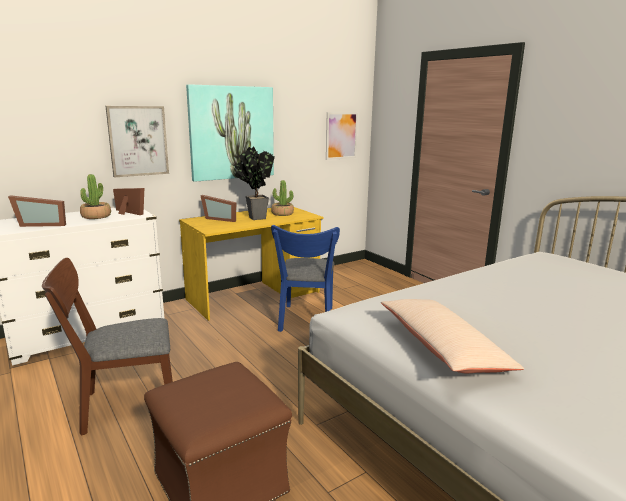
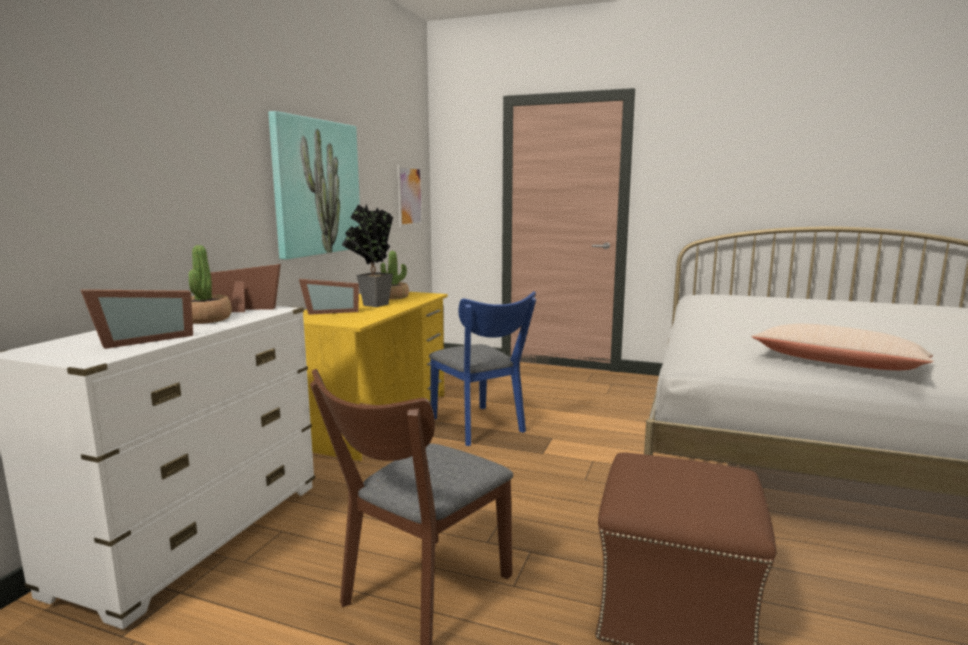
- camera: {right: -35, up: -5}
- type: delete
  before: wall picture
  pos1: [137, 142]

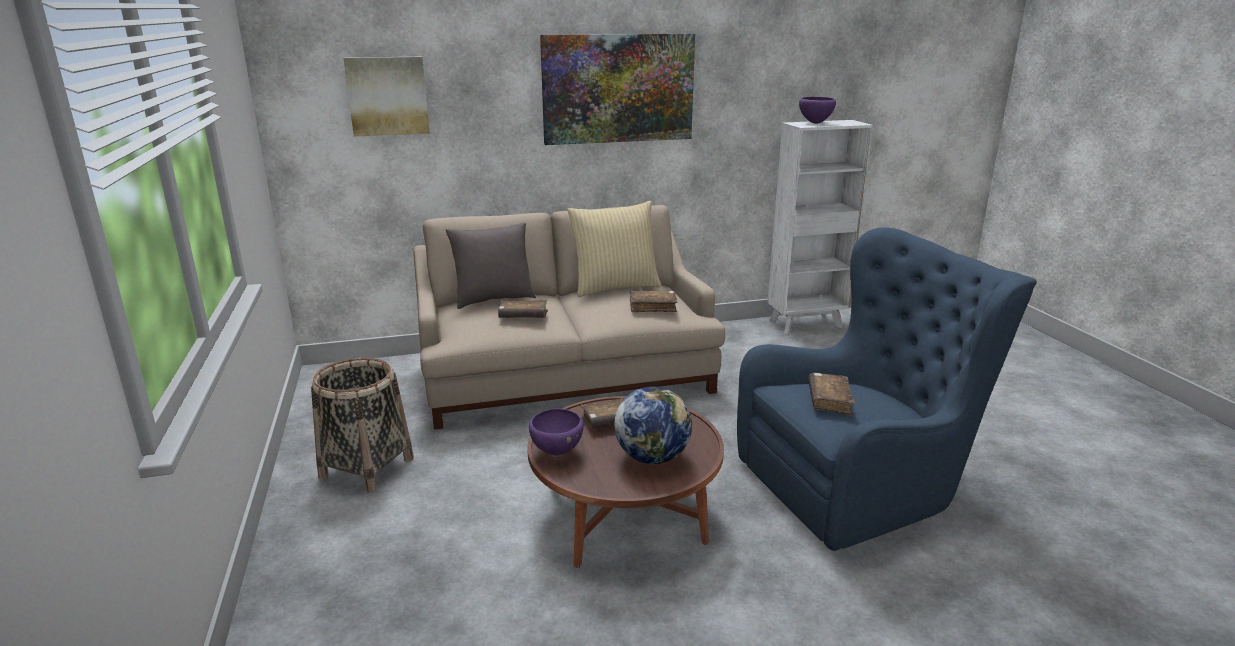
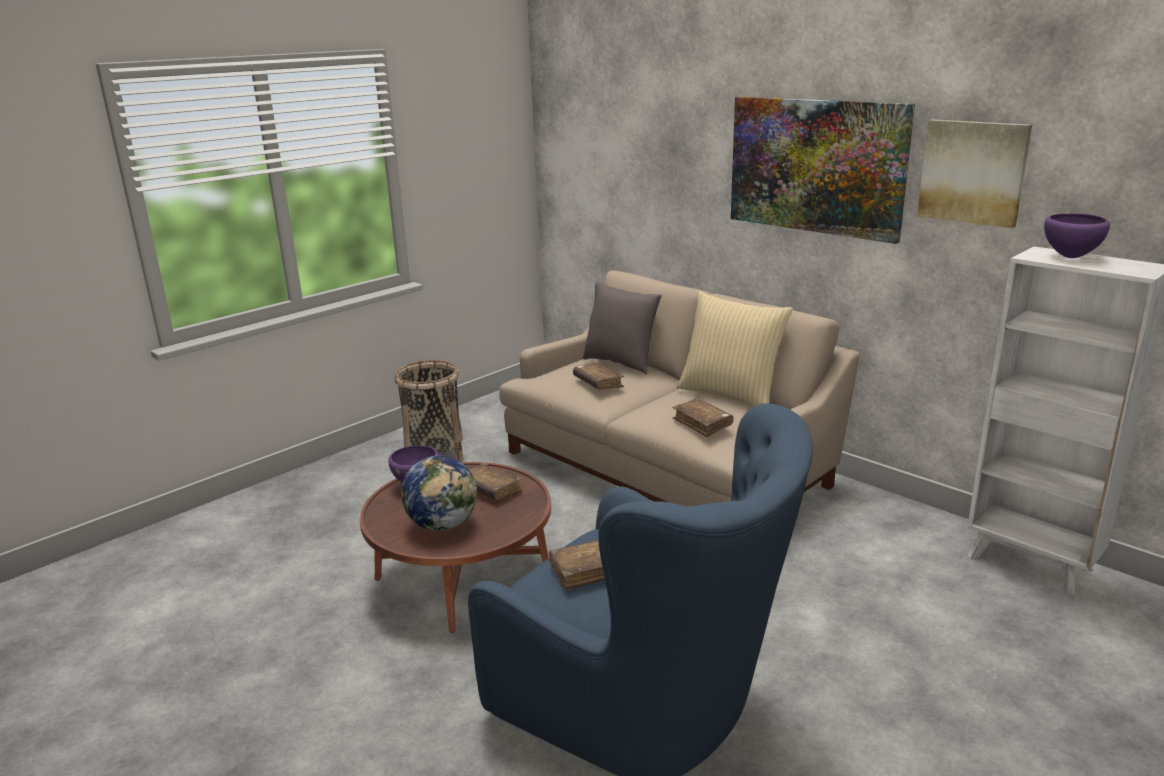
- camera: {right: 60, up: 0}
- type: move
  before: wall picture
  pos1: [387, 96]
  pos2: [974, 174]

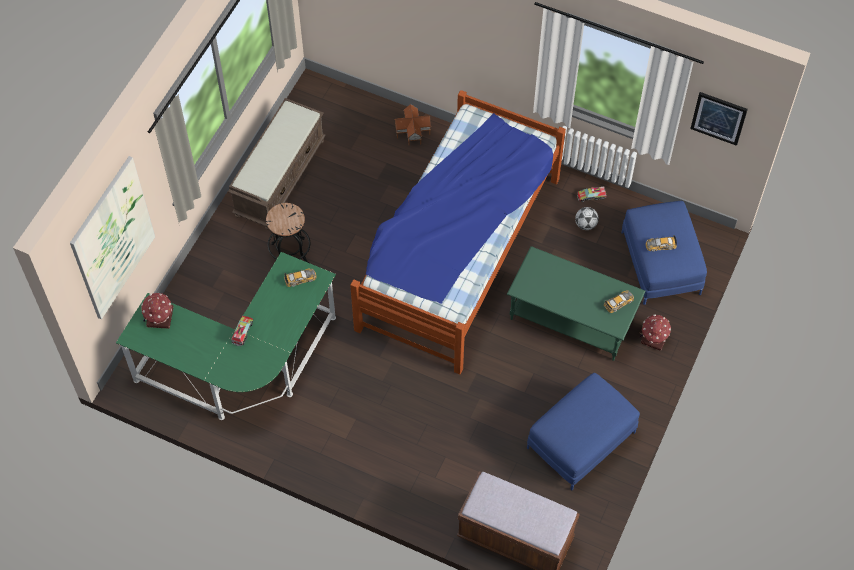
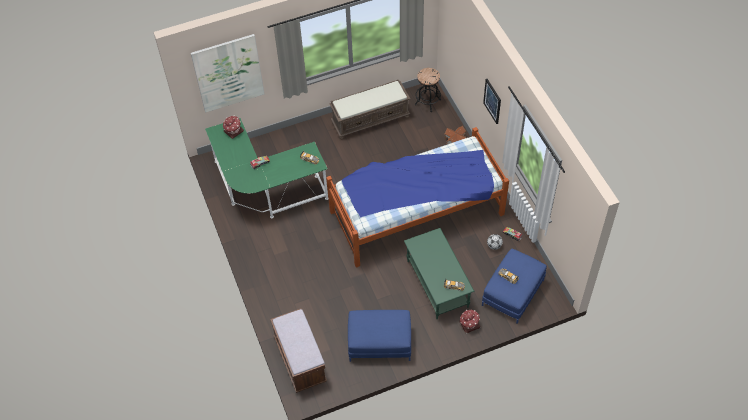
- camera: {right: 45, up: -5}
- type: move
  before: black sitting stool
  pos1: [288, 233]
  pos2: [428, 90]
- type: move
  before: wall picture
  pos1: [719, 119]
  pos2: [492, 101]

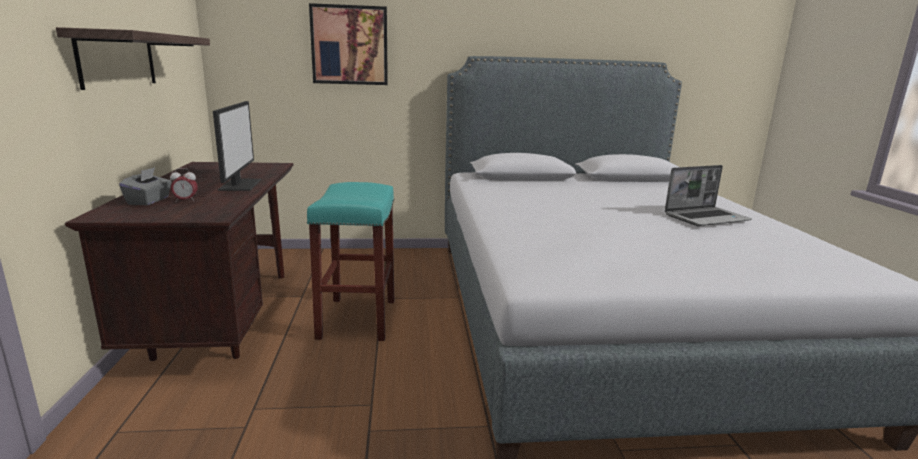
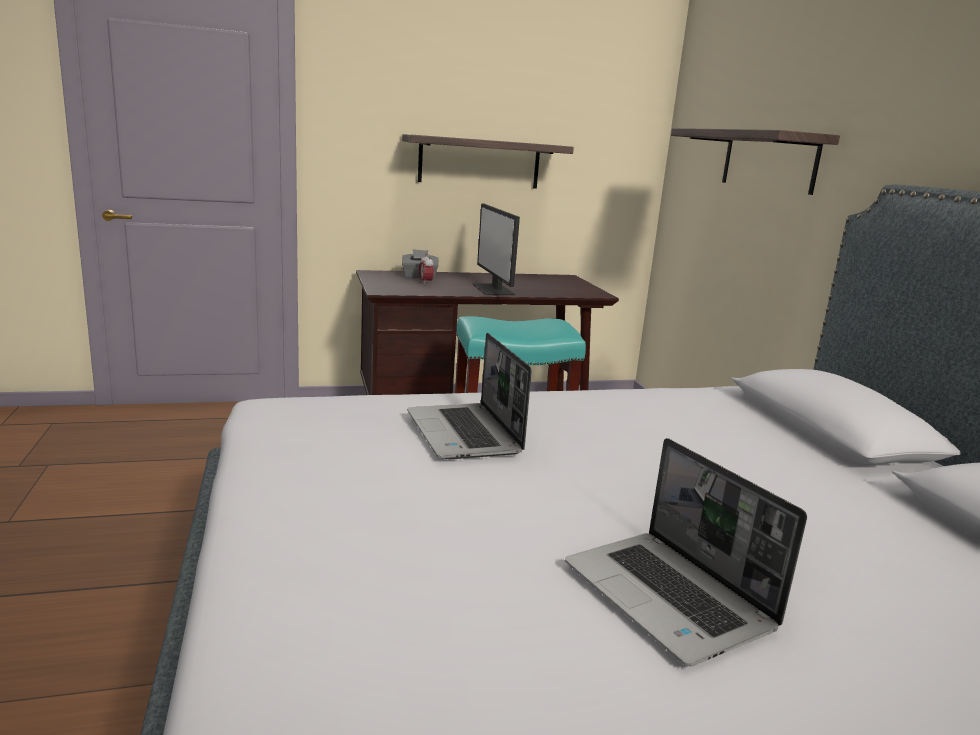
- camera: {right: 80, up: 0}
- type: insert
  after: notebook computer
  pos2: [469, 396]
- type: replace
  before: wall picture
  after: wall shelf
  pos1: [348, 44]
  pos2: [755, 161]
- type: rotate
  before: computer screen
  pos1: [237, 146]
  pos2: [496, 249]
  turn: 90

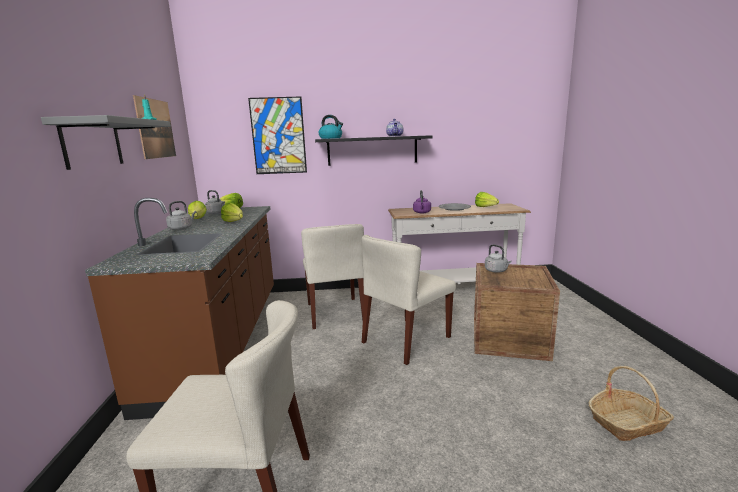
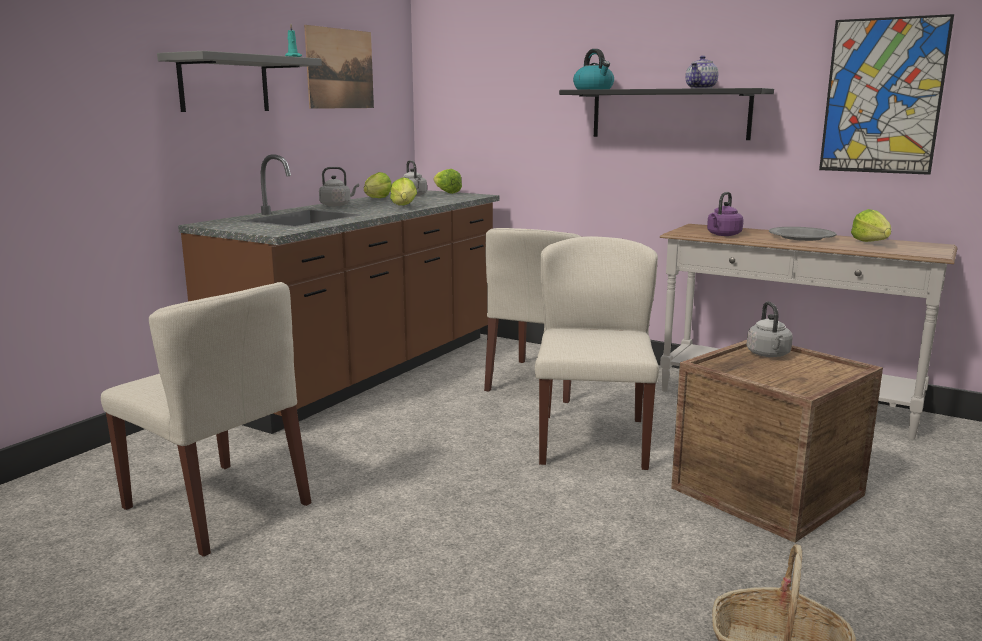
- camera: {right: 35, up: 0}
- type: move
  before: wall picture
  pos1: [277, 135]
  pos2: [886, 94]
- type: rotate
  before: beige-coloured plain chair
  pos1: [409, 300]
  pos2: [597, 353]
  turn: 105

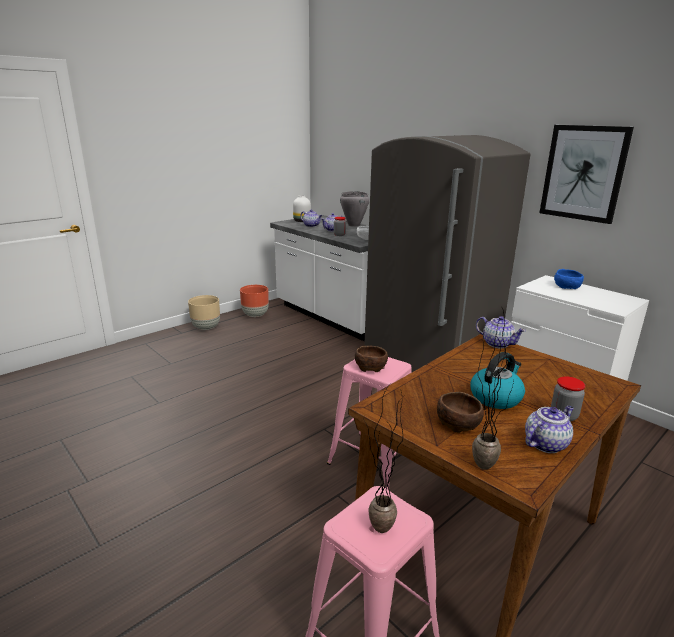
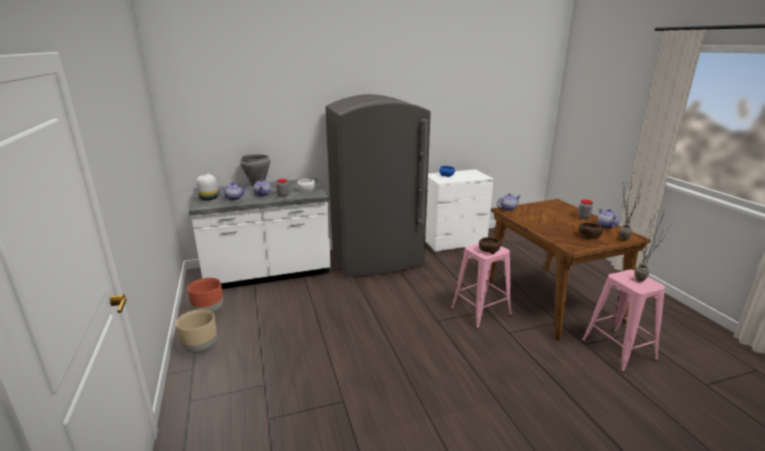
- camera: {right: -65, up: 0}
- type: delete
  before: kettle
  pos1: [497, 380]
- type: delete
  before: wall picture
  pos1: [586, 174]

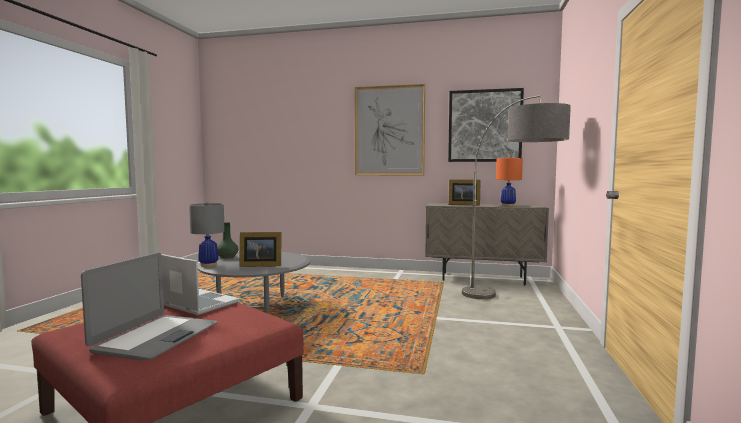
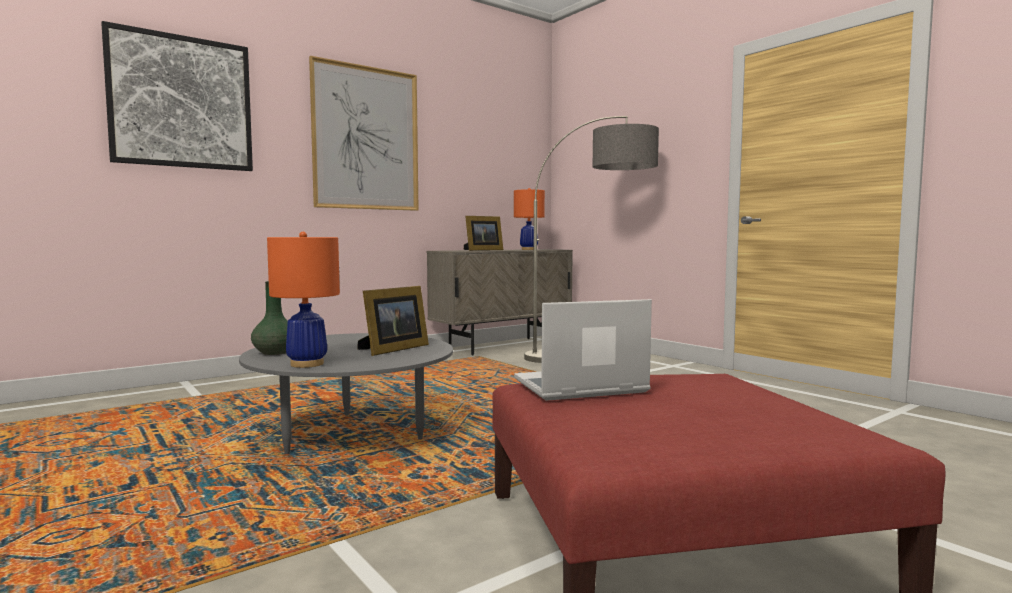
- camera: {right: -50, up: 0}
- type: delete
  before: notebook computer
  pos1: [149, 306]
- type: move
  before: wall picture
  pos1: [486, 125]
  pos2: [177, 96]
- type: recolor
  before: gray lamp for a table
  after: orangey lamp for a table
  pos1: [207, 234]
  pos2: [303, 300]

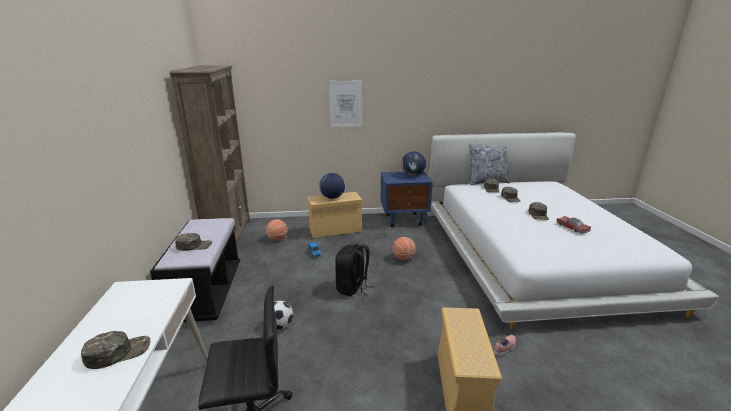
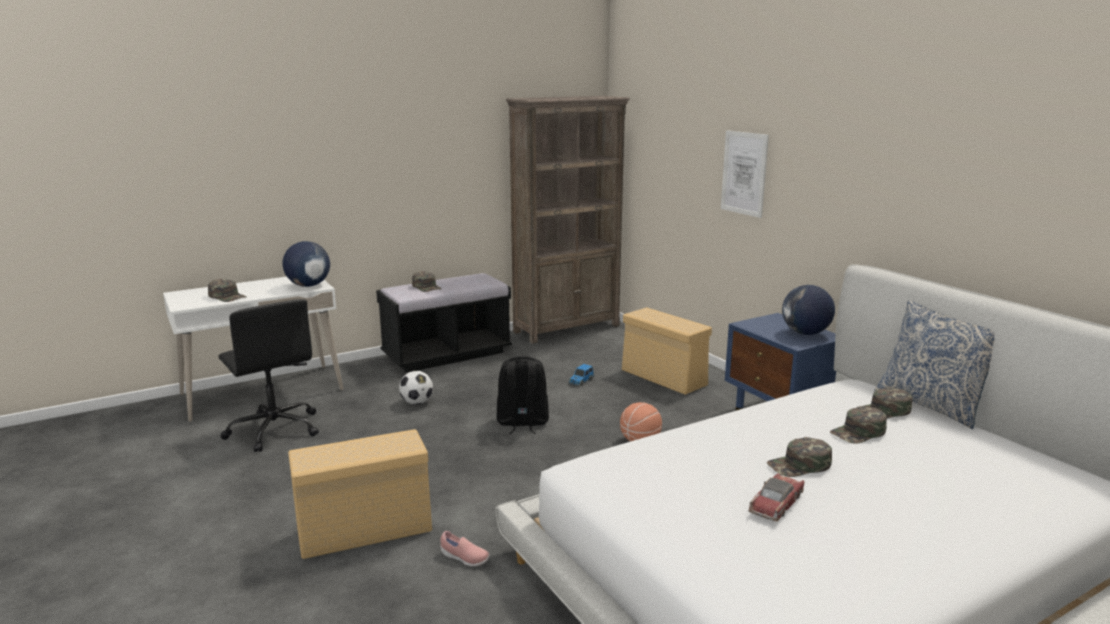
- camera: {right: 65, up: -5}
- type: delete
  before: basketball
  pos1: [277, 230]
- type: move
  before: globe
  pos1: [332, 186]
  pos2: [306, 264]

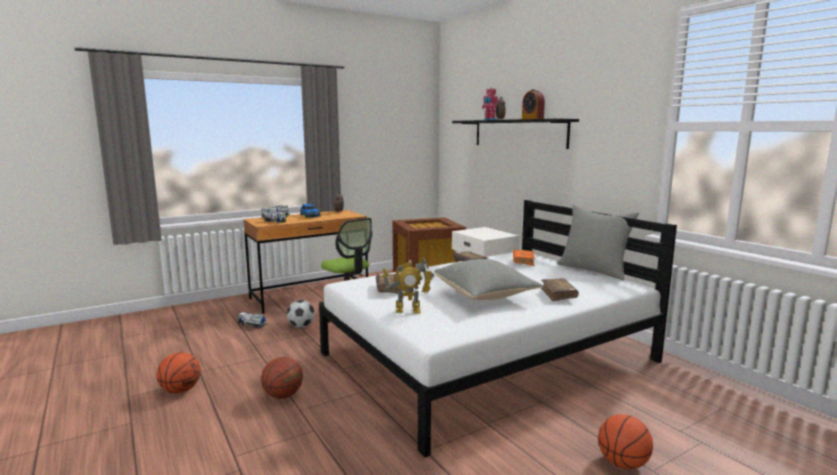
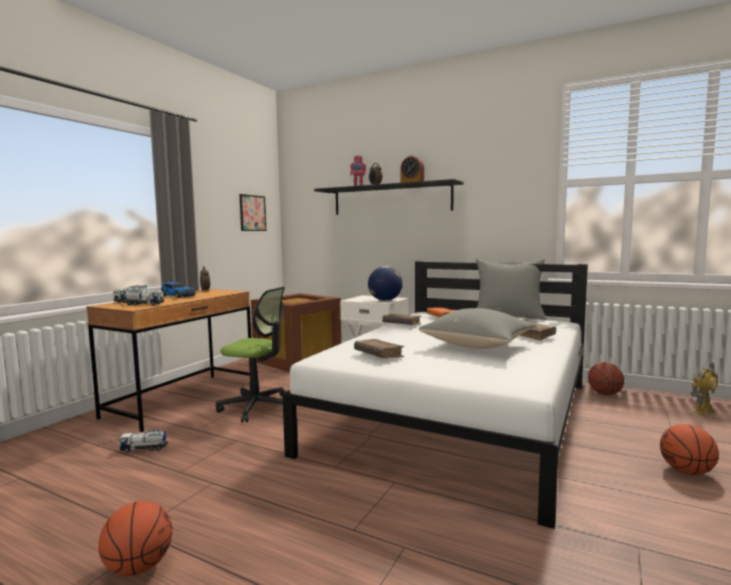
- camera: {right: -30, up: -5}
- type: delete
  before: football ball
  pos1: [301, 314]
- type: insert
  after: wall picture
  pos2: [252, 212]
- type: insert
  after: globe
  pos2: [385, 283]
- type: move
  before: basketball
  pos1: [282, 378]
  pos2: [606, 378]
- type: move
  before: robot figure
  pos1: [408, 286]
  pos2: [704, 388]

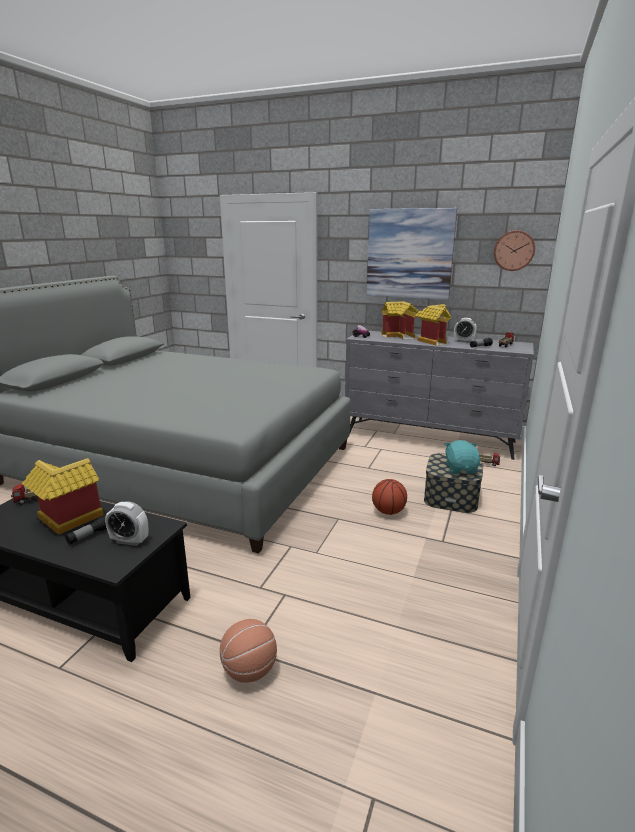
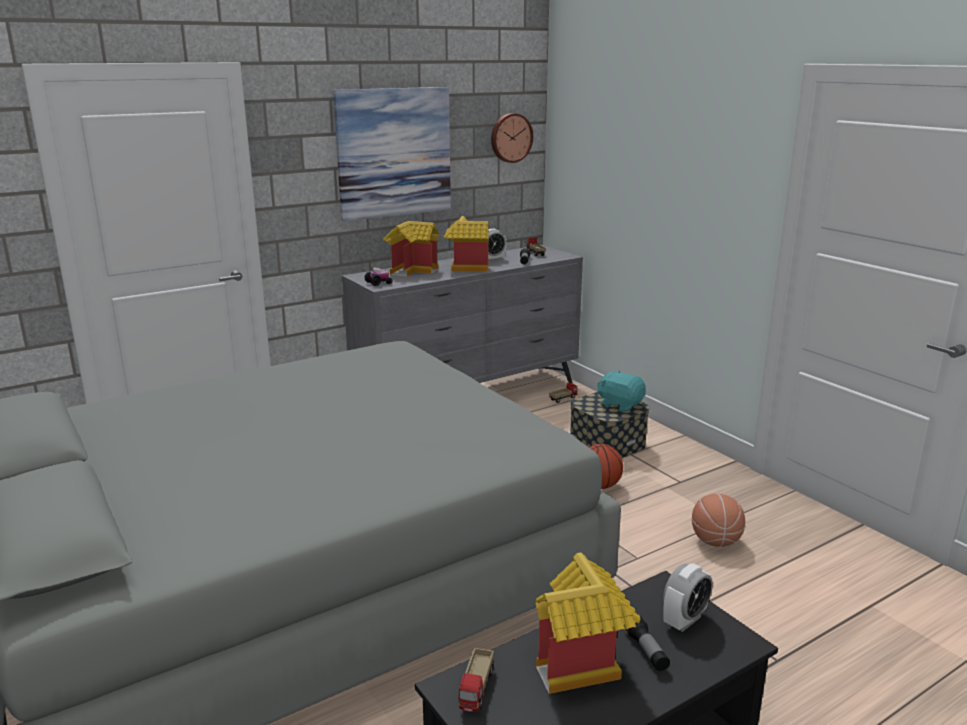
- camera: {right: -55, up: 0}
- type: move
  before: basketball
  pos1: [248, 651]
  pos2: [718, 520]

